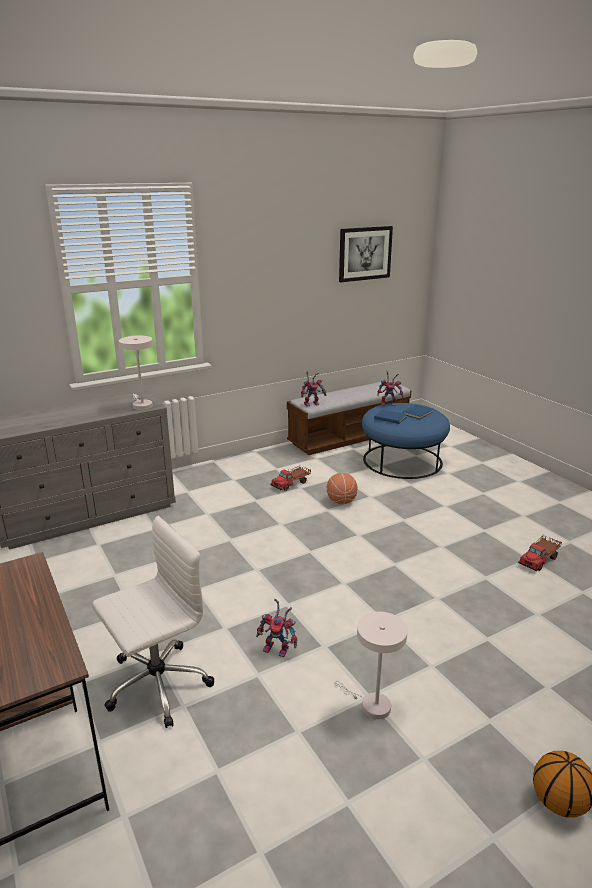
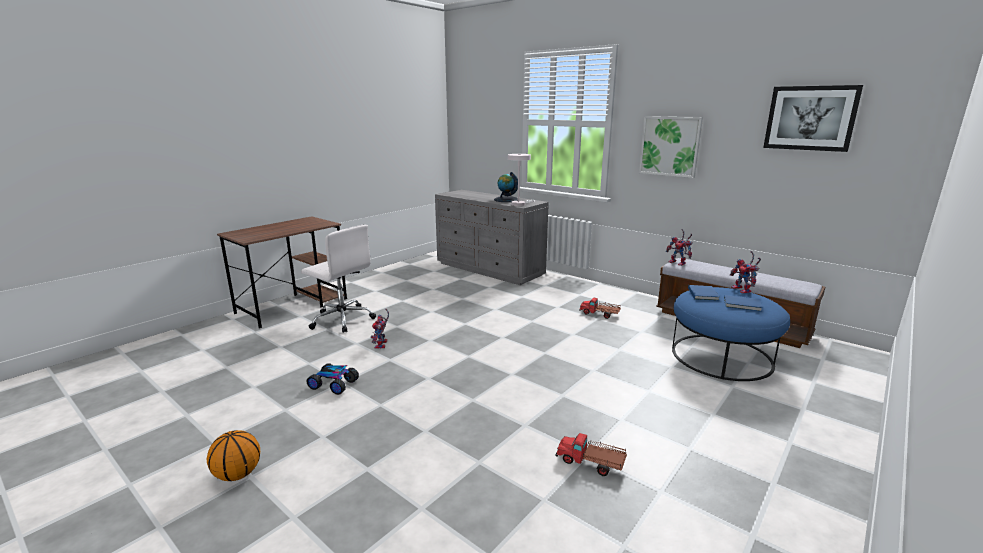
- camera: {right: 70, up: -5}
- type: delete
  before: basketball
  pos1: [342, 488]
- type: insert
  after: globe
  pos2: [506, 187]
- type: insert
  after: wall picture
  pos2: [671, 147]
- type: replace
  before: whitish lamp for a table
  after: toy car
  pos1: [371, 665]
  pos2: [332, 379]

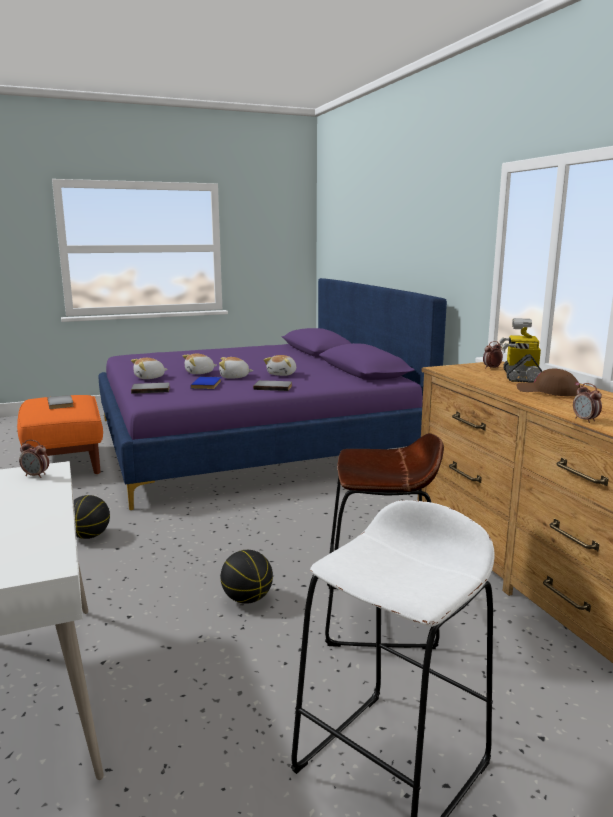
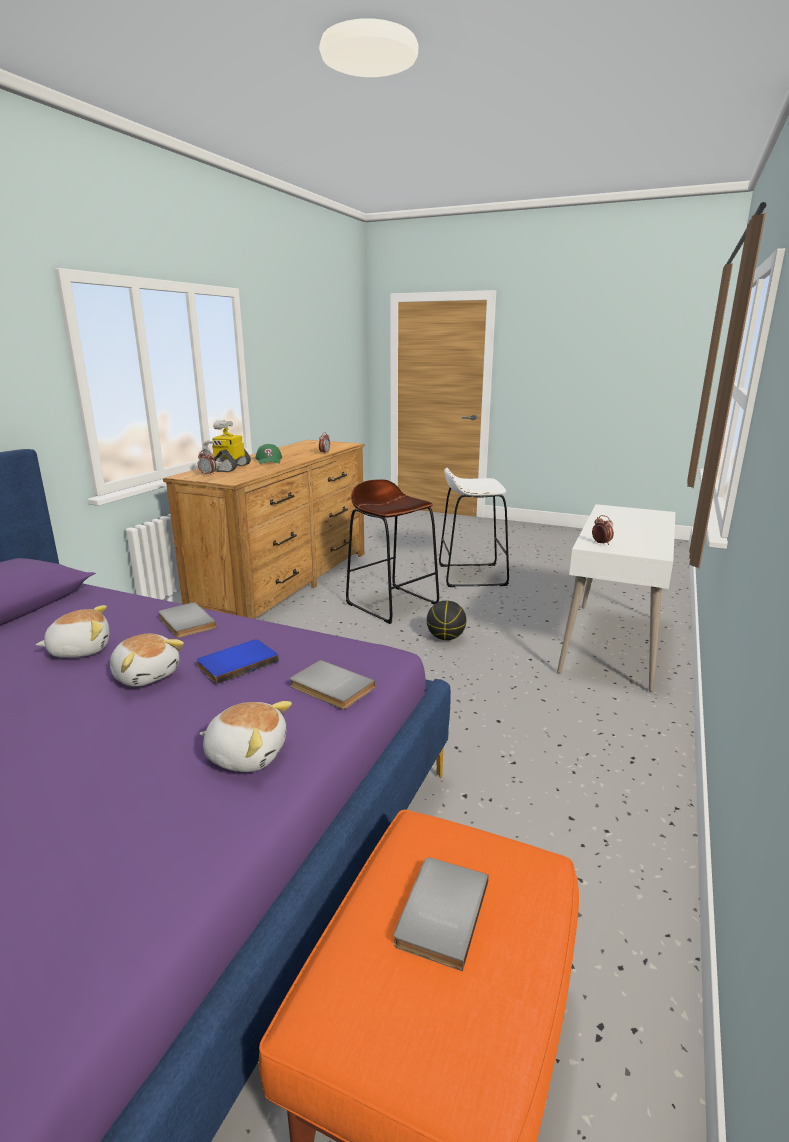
- camera: {right: -135, up: 5}
- type: delete
  before: basketball
  pos1: [92, 517]
- type: delete
  before: cuddly toy
  pos1: [200, 363]
- type: recolor
  before: brown baseball cap
  after: green baseball cap
  pos1: [548, 382]
  pos2: [269, 454]
- type: rotate
  before: robot figure
  pos1: [520, 350]
  pos2: [227, 446]
  turn: 135

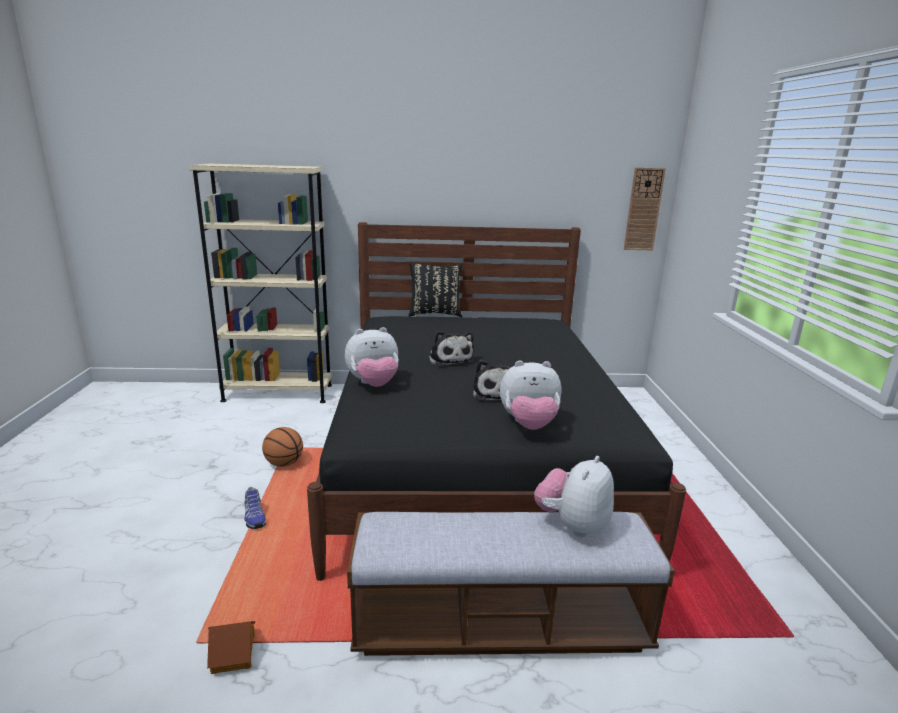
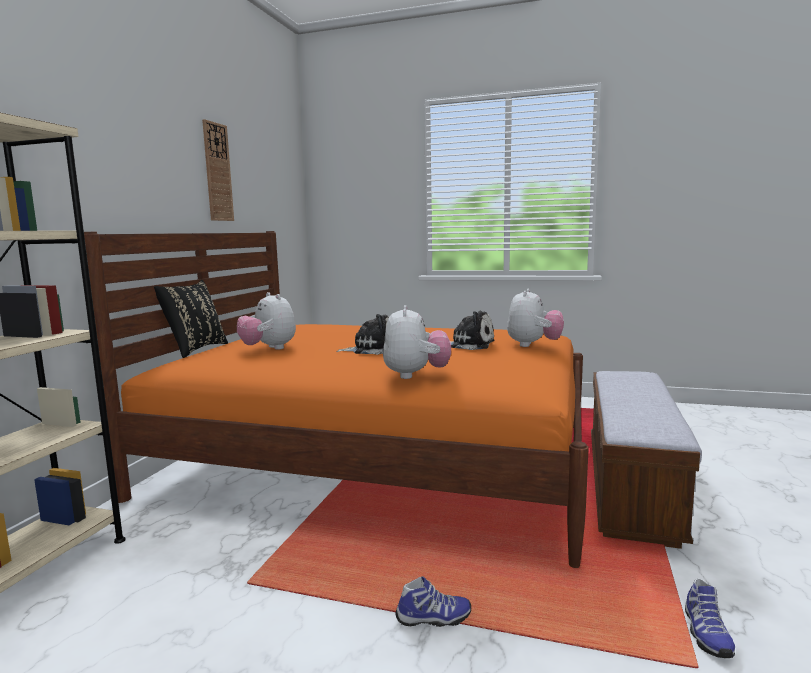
- camera: {right: -70, up: -10}
- type: delete
  before: basketball
  pos1: [282, 447]
- type: move
  before: cuddly toy
  pos1: [574, 496]
  pos2: [266, 321]
- type: move
  before: hanging clock
  pos1: [645, 208]
  pos2: [218, 170]
- type: replace
  before: toy house
  after: low shoe
  pos1: [231, 647]
  pos2: [710, 618]
- type: recolor
  before: black bedroom bed
  after: orangey bedroom bed
  pos1: [496, 401]
  pos2: [336, 399]

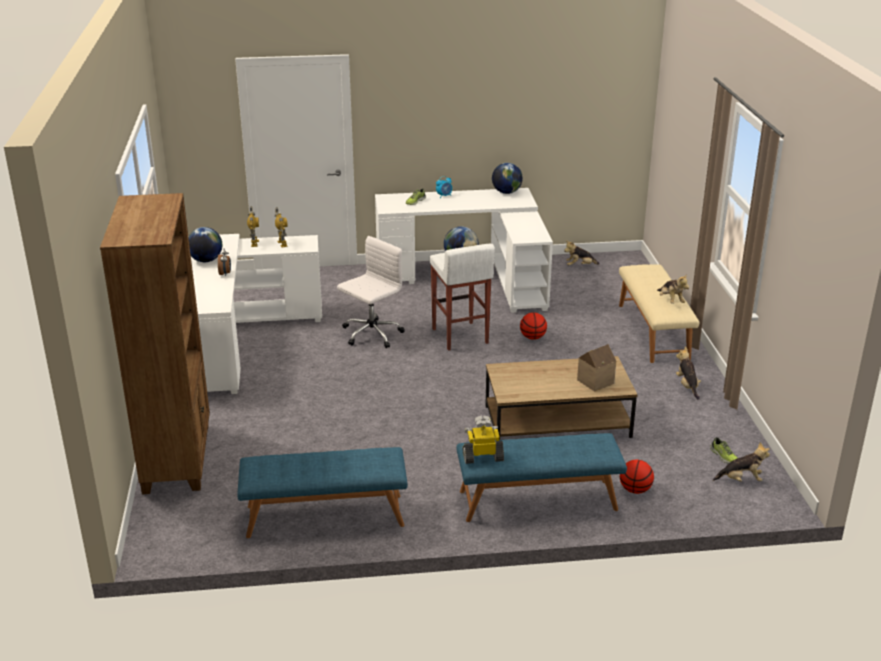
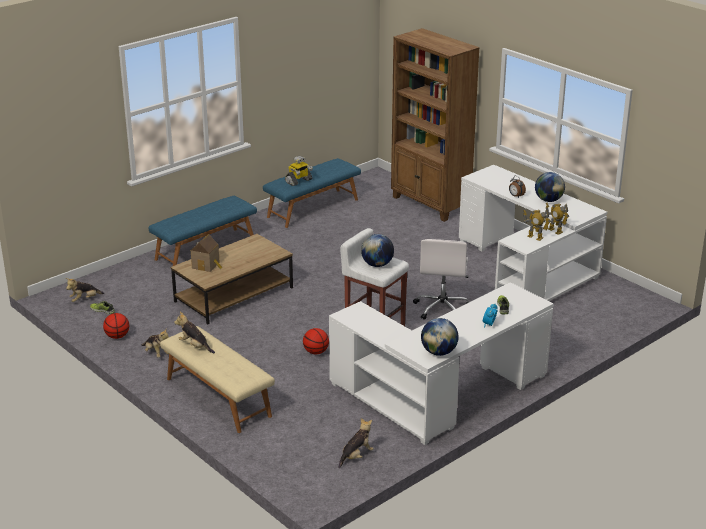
- camera: {right: 145, up: 0}
- type: move
  before: robot figure
  pos1: [483, 440]
  pos2: [299, 171]
- type: move
  before: basketball
  pos1: [637, 476]
  pos2: [116, 326]

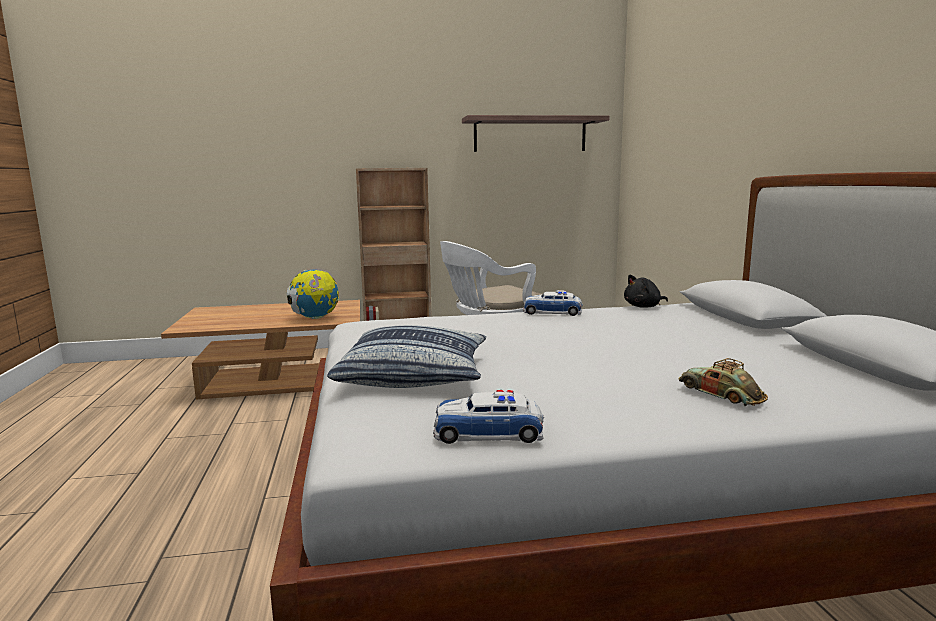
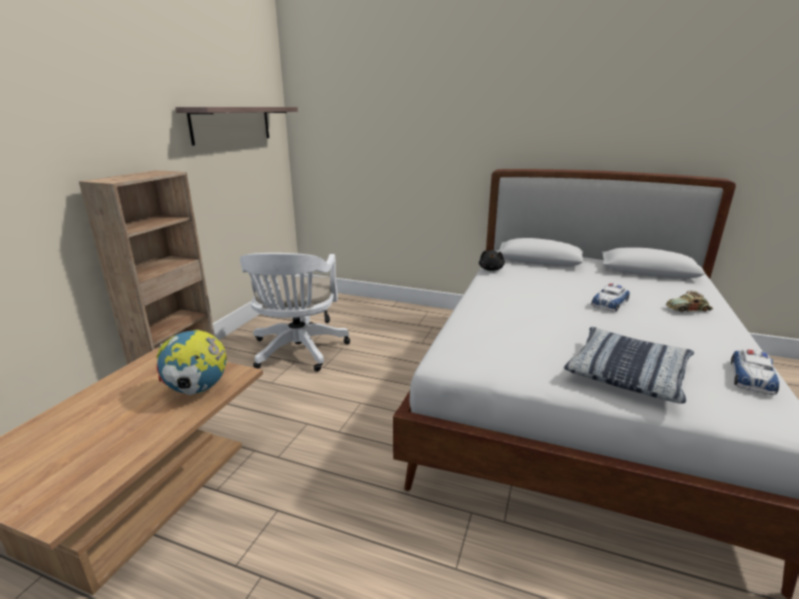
- camera: {right: -60, up: 10}
- type: move
  before: toy car
  pos1: [553, 303]
  pos2: [610, 297]

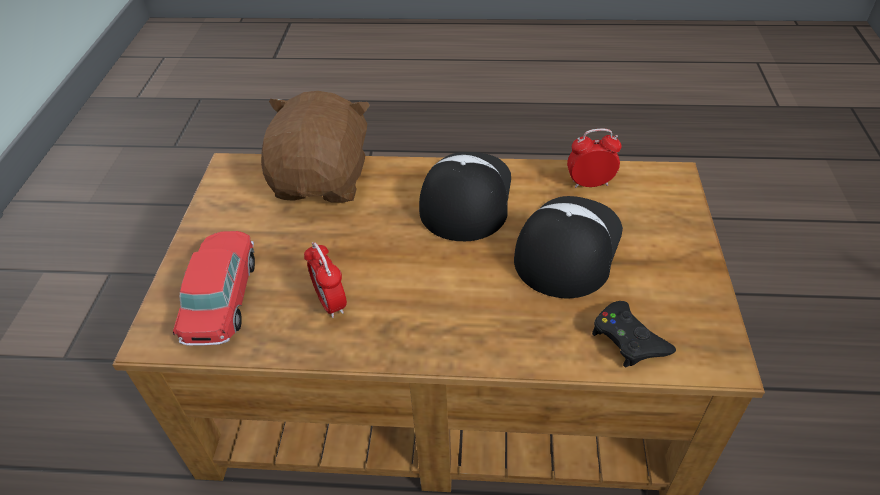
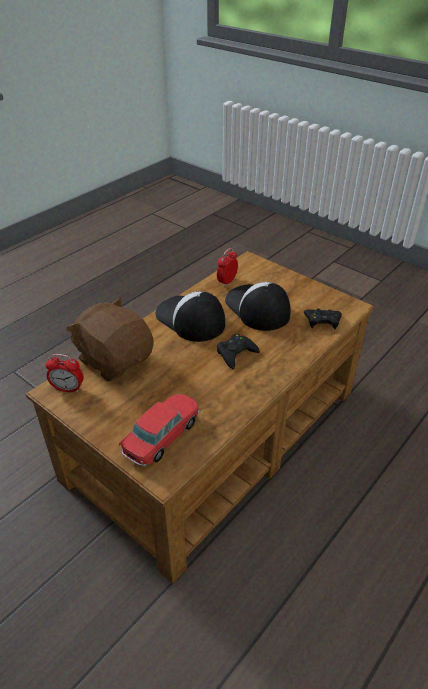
- camera: {right: -55, up: -5}
- type: insert
  after: black game controller
  pos2: [238, 351]
- type: move
  before: alarm clock
  pos1: [325, 280]
  pos2: [64, 373]
- type: rotate
  before: toy car
  pos1: [214, 288]
  pos2: [159, 430]
  turn: 90

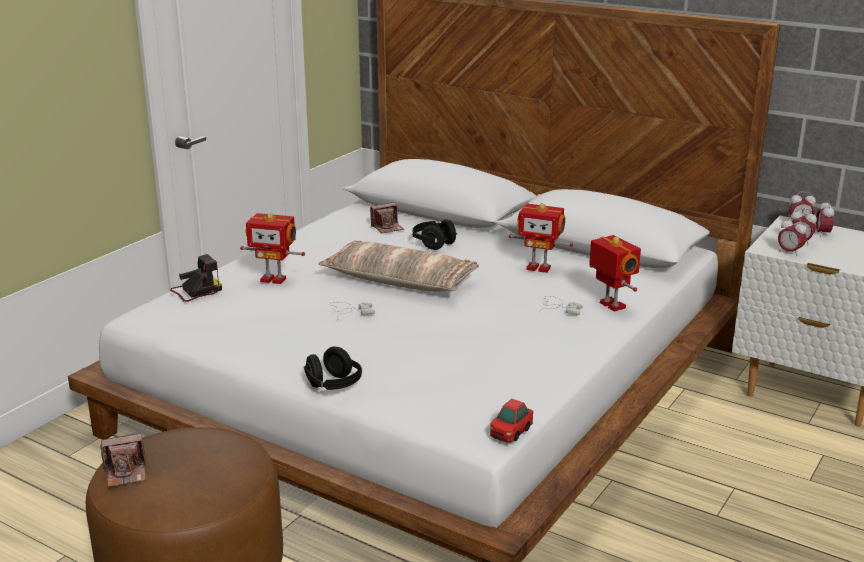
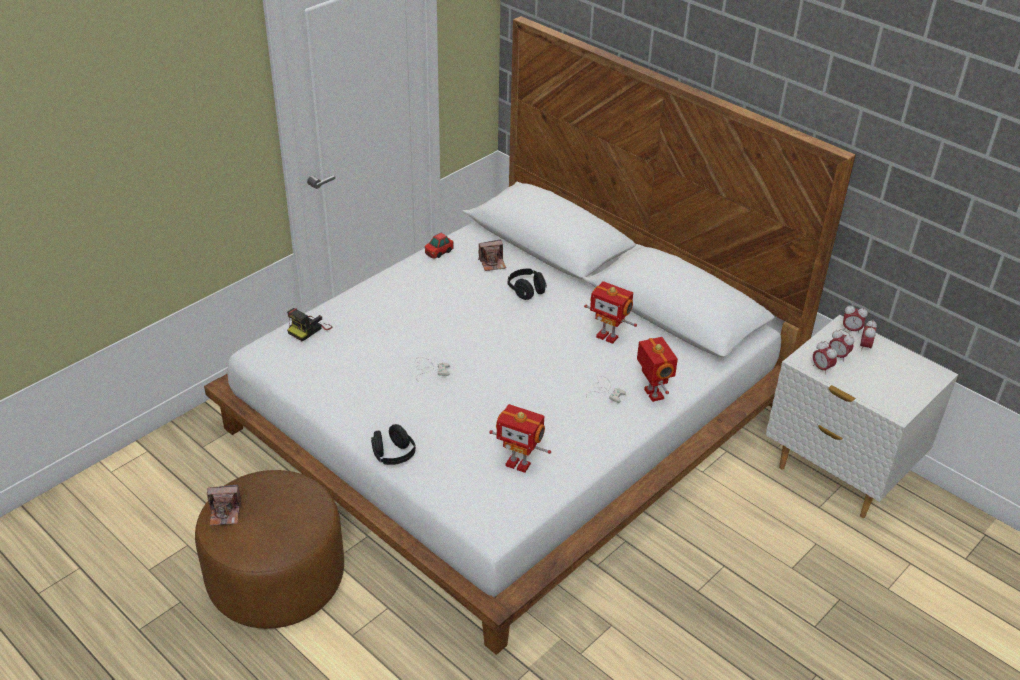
- camera: {right: 10, up: 15}
- type: delete
  before: throw pillow
  pos1: [399, 266]
- type: move
  before: robot figure
  pos1: [272, 248]
  pos2: [520, 438]
- type: move
  before: toy car
  pos1: [511, 421]
  pos2: [439, 246]
- type: rotate
  before: still camera
  pos1: [196, 278]
  pos2: [309, 324]
  turn: 150

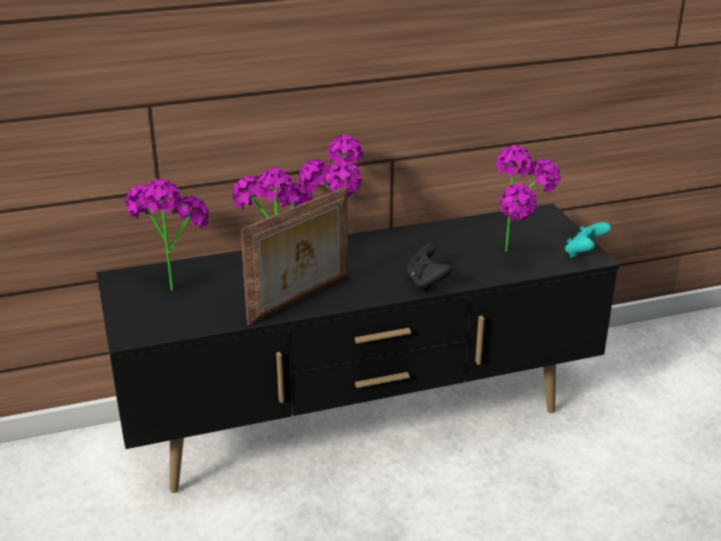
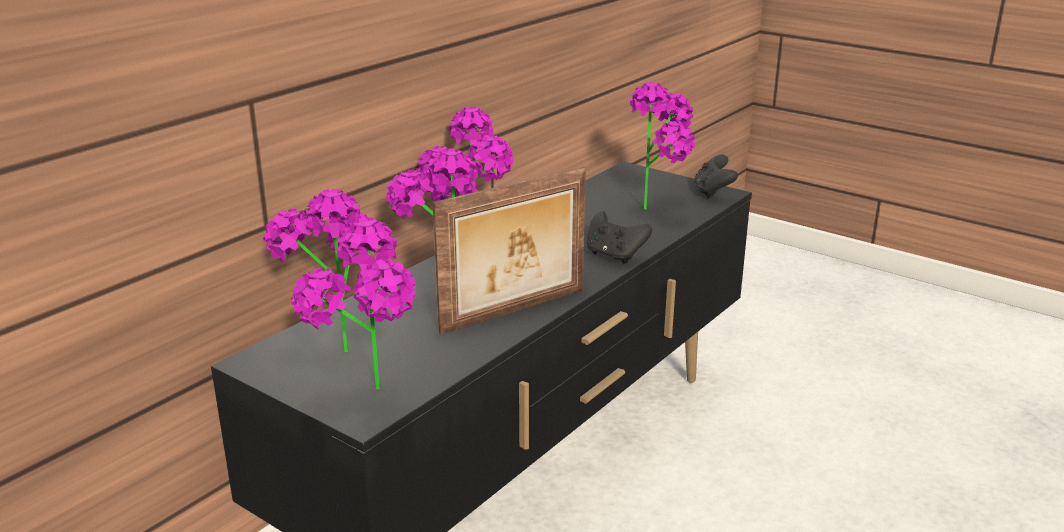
- camera: {right: -35, up: -5}
- type: insert
  after: potted plant
  pos2: [353, 303]
- type: recolor
  before: blue-green game controller
  after: black game controller
  pos1: [588, 240]
  pos2: [716, 176]
- type: rotate
  before: standing frame
  pos1: [294, 255]
  pos2: [509, 251]
  turn: 45

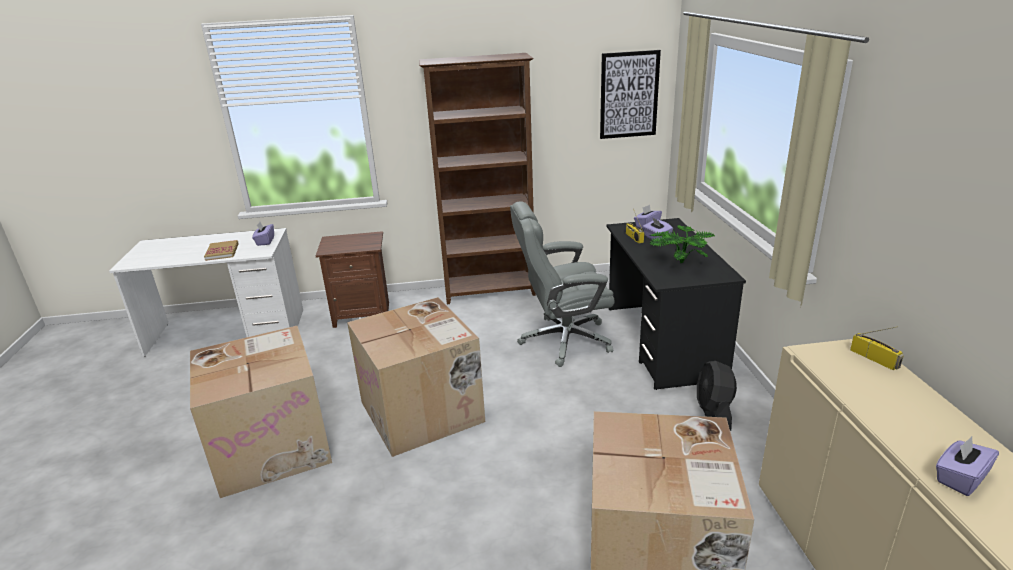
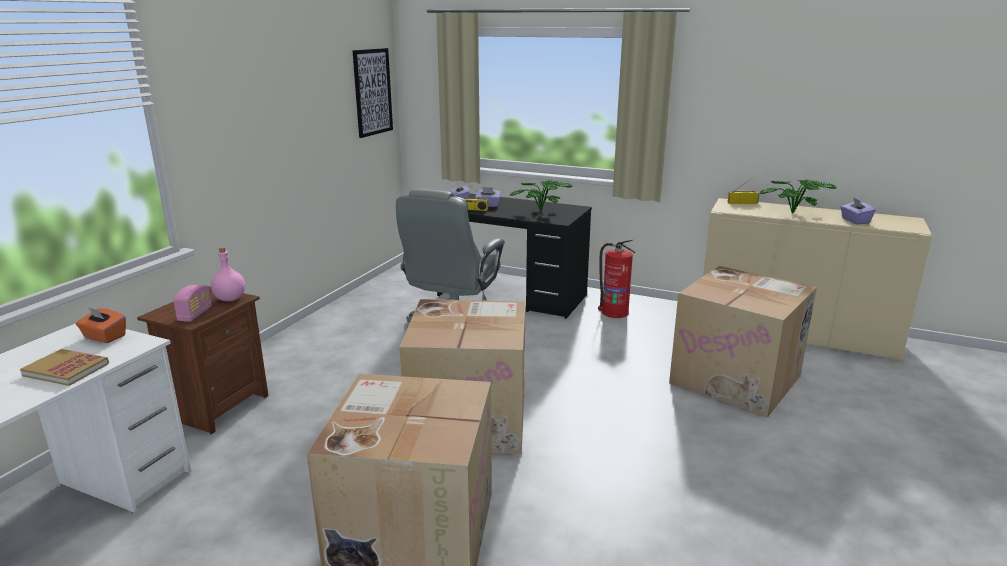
- camera: {right: -60, up: -5}
- type: delete
  before: brown bookcase
  pos1: [477, 178]
- type: insert
  after: radio receiver
  pos2: [192, 303]
- type: insert
  after: pinkish drink bottle
  pos2: [228, 274]
- type: insert
  after: potted plant
  pos2: [797, 196]
- type: replace
  before: black cooling fan
  after: fire extinguisher
  pos1: [717, 396]
  pos2: [616, 279]
- type: recolor
  before: purple tissue holder
  after: orangey tissue holder
  pos1: [263, 234]
  pos2: [101, 325]

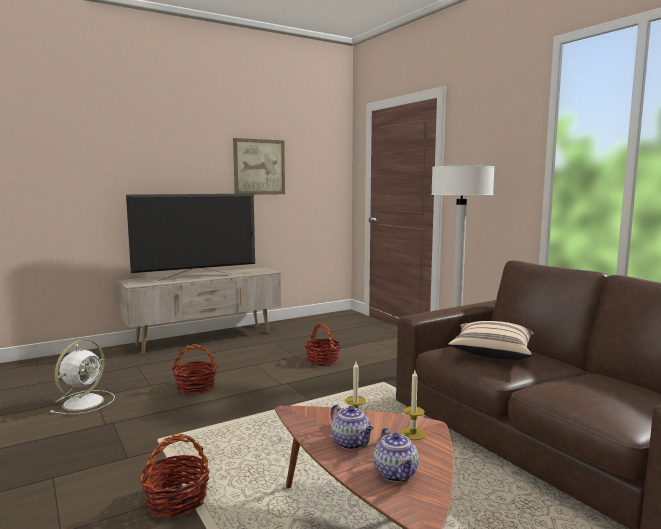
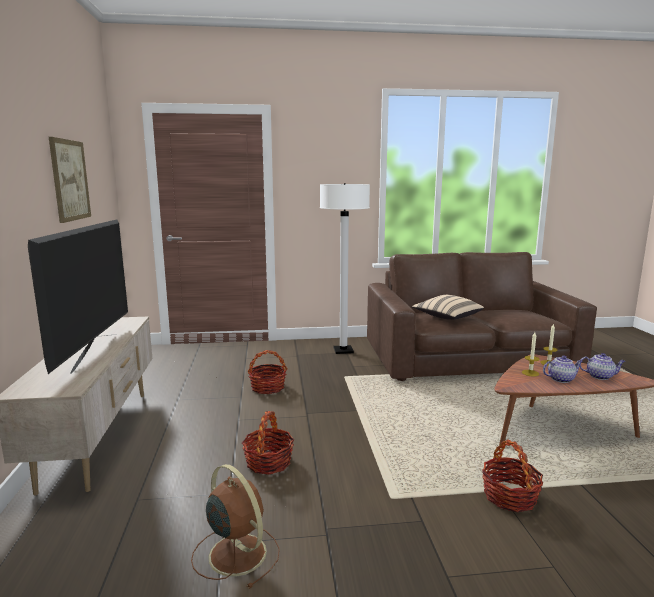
- camera: {right: -65, up: 5}
- type: recolor
  before: whitish cooling fan
  after: brown cooling fan
  pos1: [82, 377]
  pos2: [235, 526]

